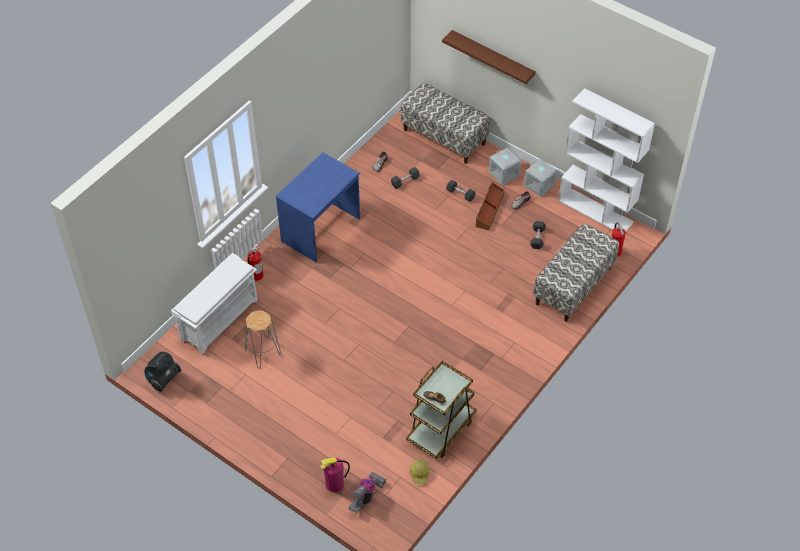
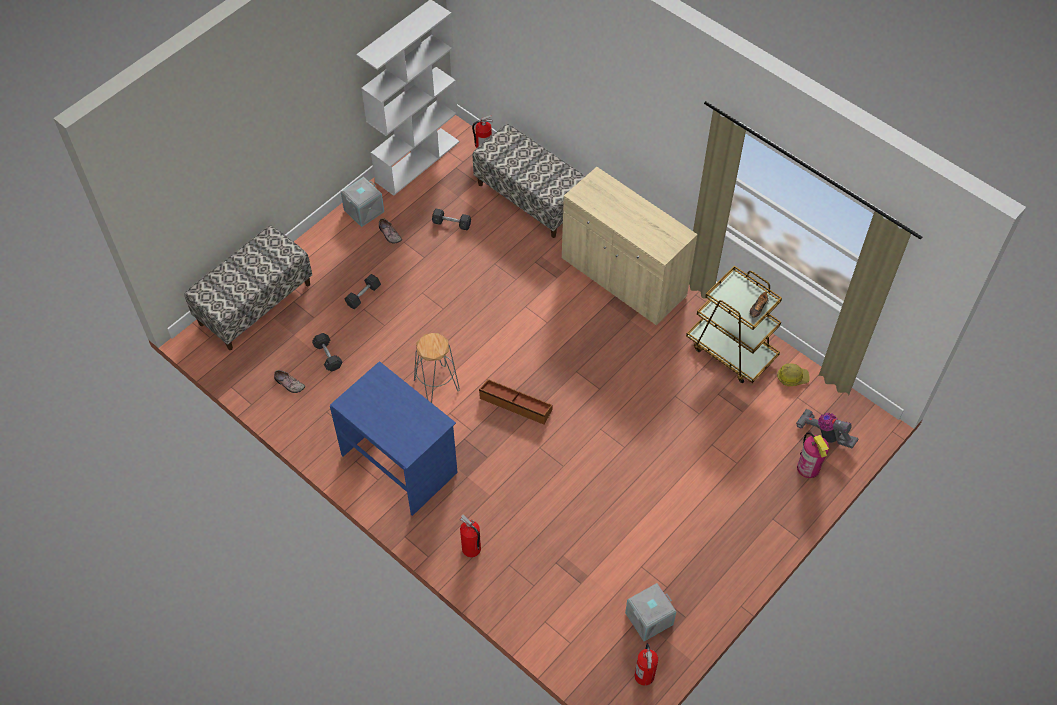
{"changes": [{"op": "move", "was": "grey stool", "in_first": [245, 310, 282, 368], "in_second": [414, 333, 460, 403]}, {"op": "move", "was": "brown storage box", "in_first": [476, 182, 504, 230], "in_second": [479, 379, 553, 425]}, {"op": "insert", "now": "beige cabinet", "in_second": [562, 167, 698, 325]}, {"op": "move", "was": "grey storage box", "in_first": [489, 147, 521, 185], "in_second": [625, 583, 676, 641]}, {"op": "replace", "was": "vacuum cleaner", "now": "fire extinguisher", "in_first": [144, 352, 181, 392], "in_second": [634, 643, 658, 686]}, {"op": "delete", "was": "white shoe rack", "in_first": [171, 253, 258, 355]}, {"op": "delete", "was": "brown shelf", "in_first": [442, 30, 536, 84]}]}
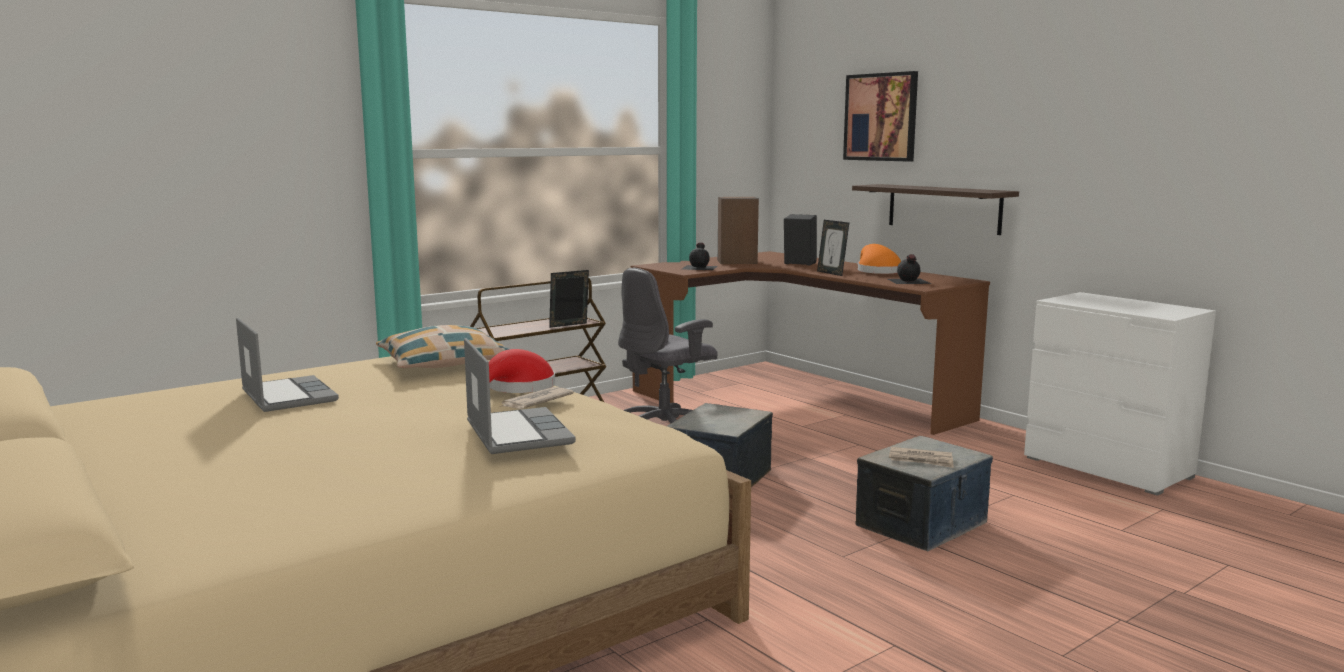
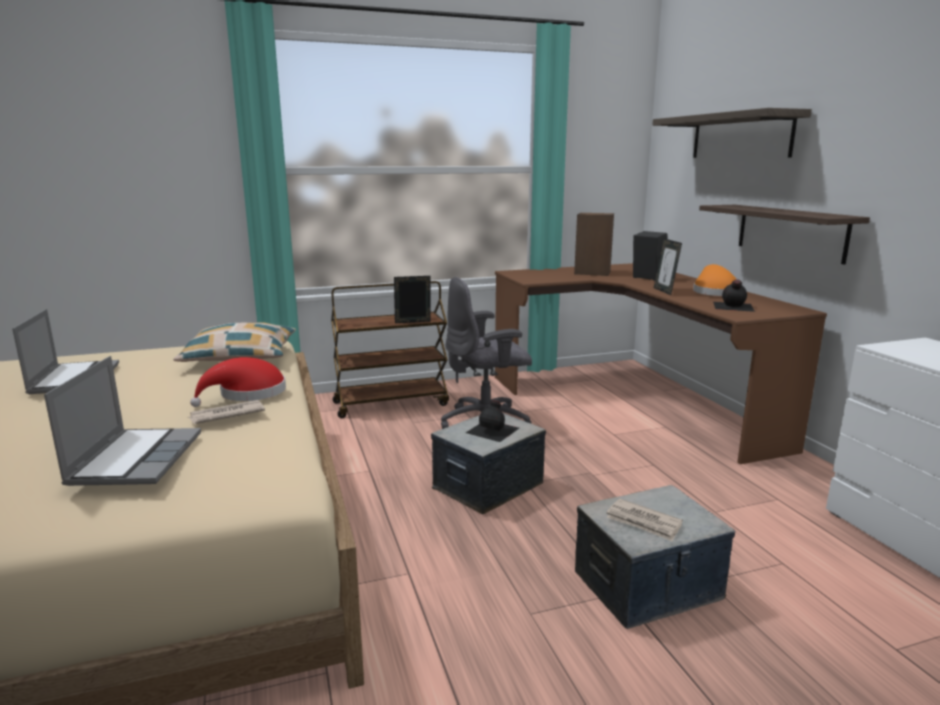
{"changes": [{"op": "move", "was": "black bottle", "in_first": [682, 242, 718, 270], "in_second": [466, 400, 519, 442]}, {"op": "replace", "was": "picture", "now": "shelf", "in_first": [843, 71, 918, 162], "in_second": [652, 108, 812, 158]}]}
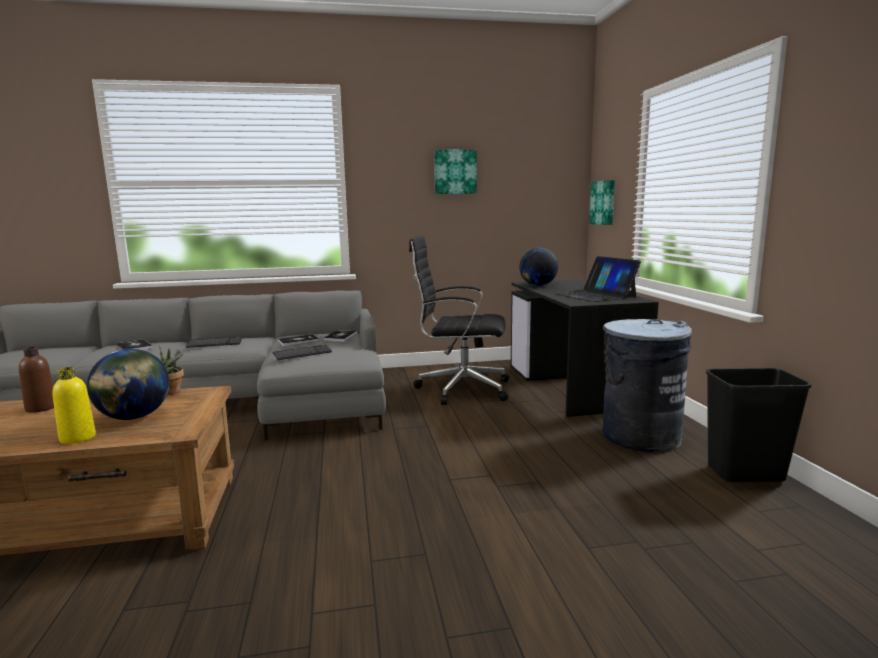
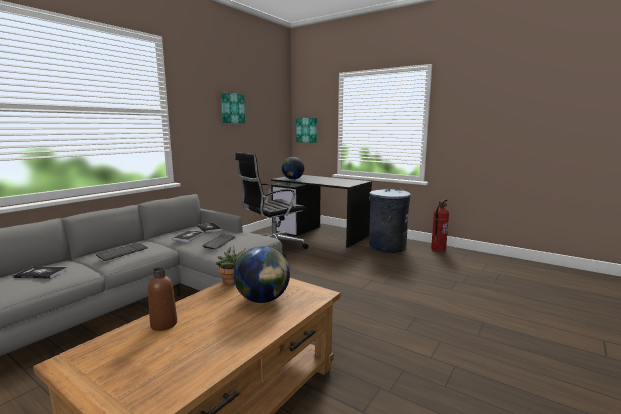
{"changes": [{"op": "replace", "was": "black trash can", "now": "fire extinguisher", "in_first": [706, 368, 812, 482], "in_second": [431, 199, 449, 252]}, {"op": "delete", "was": "yellow bottle", "in_first": [52, 367, 96, 444]}, {"op": "delete", "was": "laptop", "in_first": [554, 256, 641, 302]}]}
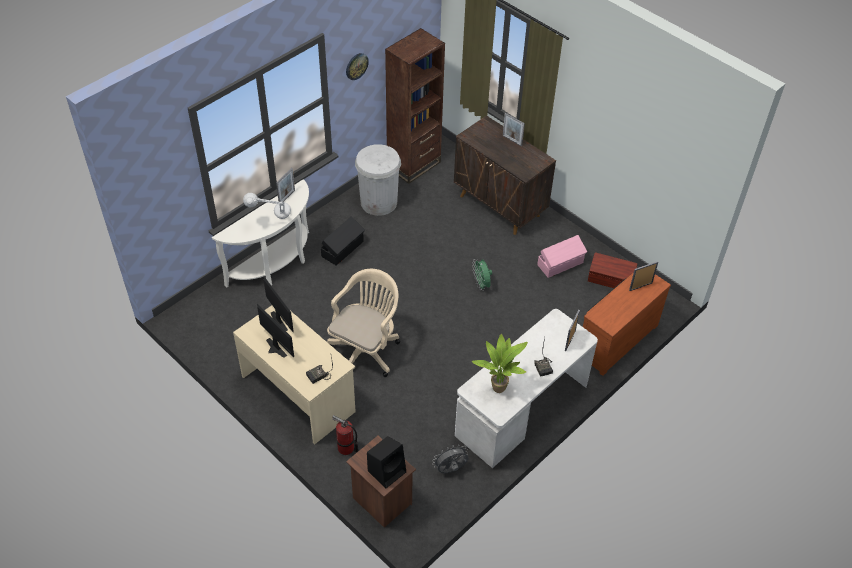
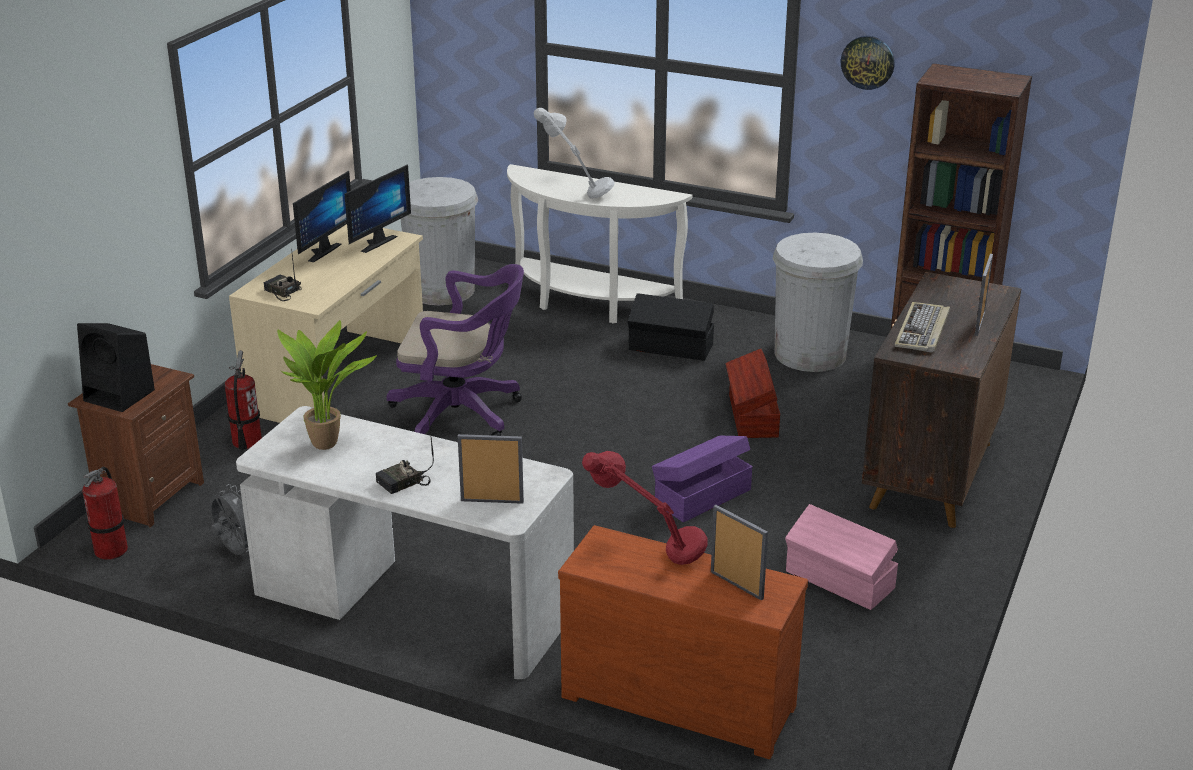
{"changes": [{"op": "insert", "now": "fire extinguisher", "in_second": [82, 467, 128, 560]}, {"op": "recolor", "was": "beige office chair", "now": "purple office chair", "in_first": [327, 269, 400, 377], "in_second": [387, 264, 524, 436]}, {"op": "insert", "now": "white trash can", "in_second": [401, 177, 478, 305]}, {"op": "insert", "now": "red table lamp", "in_second": [582, 451, 708, 565]}, {"op": "replace", "was": "green fan", "now": "purple storage box", "in_first": [472, 259, 492, 291], "in_second": [652, 436, 752, 522]}, {"op": "move", "was": "brown storage box", "in_first": [588, 252, 638, 288], "in_second": [726, 349, 780, 438]}, {"op": "insert", "now": "keyboard", "in_second": [894, 302, 950, 353]}, {"op": "delete", "was": "picture frame", "in_first": [276, 168, 295, 202]}]}
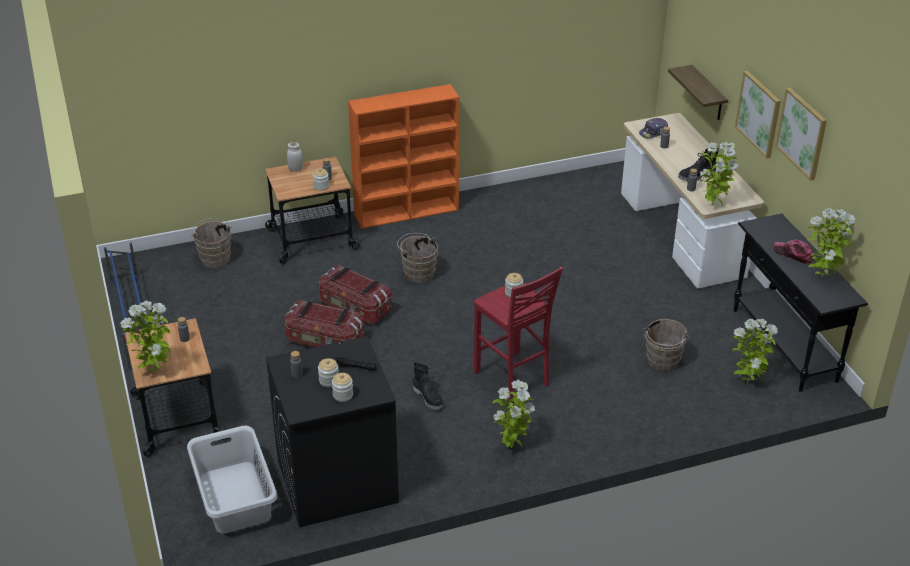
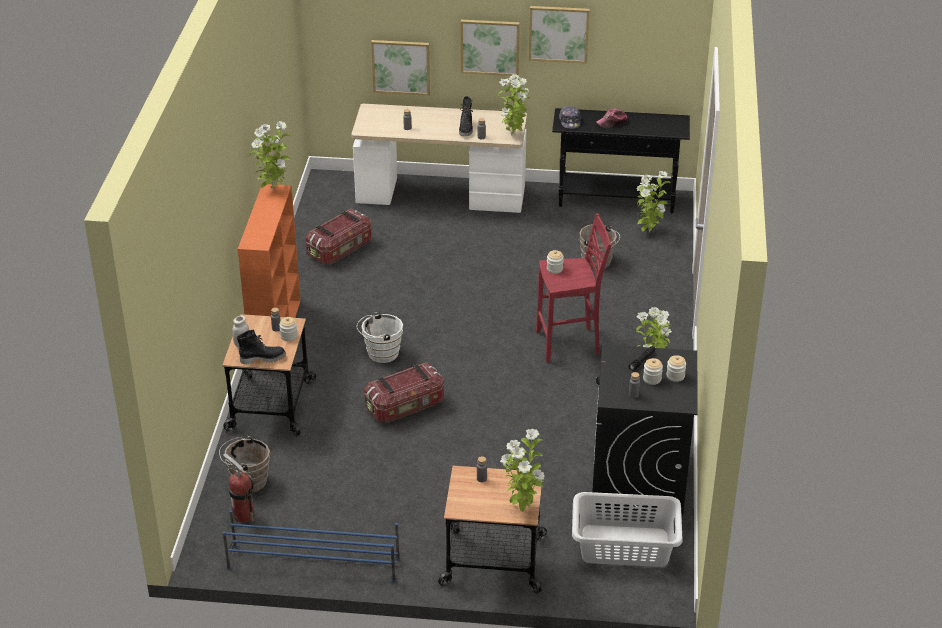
{"changes": [{"op": "insert", "now": "fire extinguisher", "in_second": [223, 453, 254, 522]}, {"op": "move", "was": "black boot", "in_first": [413, 362, 443, 410], "in_second": [237, 330, 286, 364]}, {"op": "move", "was": "potted plant", "in_first": [807, 208, 856, 279], "in_second": [250, 121, 291, 190]}, {"op": "move", "was": "storage box", "in_first": [284, 300, 365, 347], "in_second": [306, 208, 372, 265]}, {"op": "recolor", "was": "brown bucket", "now": "white bucket", "in_first": [397, 233, 438, 283], "in_second": [357, 313, 403, 363]}, {"op": "replace", "was": "shelf", "now": "picture", "in_first": [668, 65, 728, 120], "in_second": [371, 40, 430, 96]}, {"op": "move", "was": "cap", "in_first": [639, 118, 668, 139], "in_second": [559, 106, 581, 129]}]}
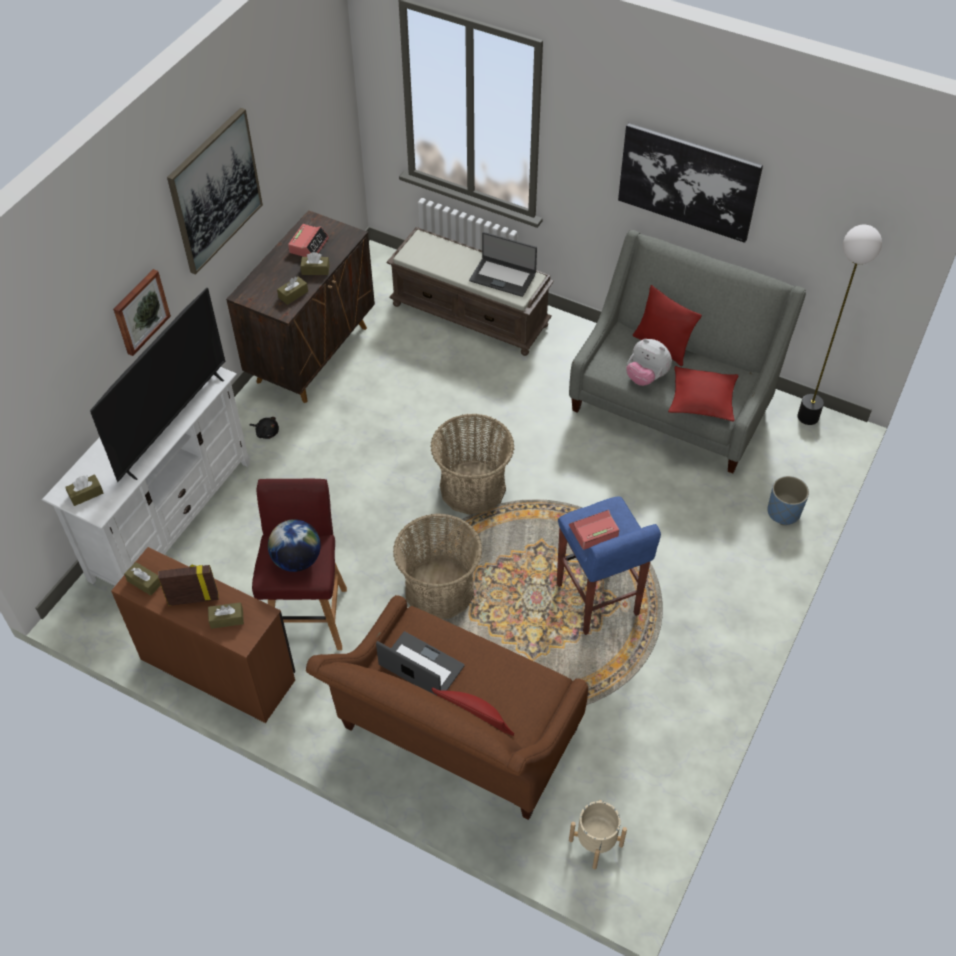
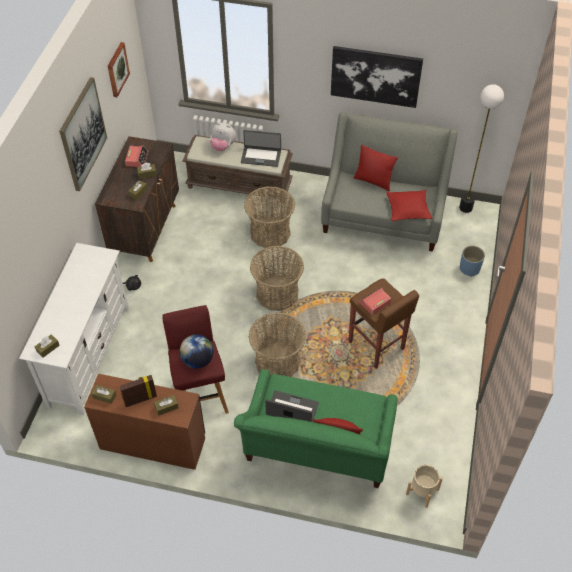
{"changes": [{"op": "move", "was": "picture", "in_first": [113, 269, 171, 356], "in_second": [108, 42, 130, 97]}, {"op": "move", "was": "plush toy", "in_first": [626, 339, 672, 386], "in_second": [210, 123, 236, 151]}, {"op": "recolor", "was": "brown sofa", "now": "green sofa", "in_first": [306, 595, 588, 820], "in_second": [234, 369, 398, 488]}, {"op": "insert", "now": "basket", "in_second": [244, 186, 295, 248]}, {"op": "recolor", "was": "blue stool", "now": "brown stool", "in_first": [557, 496, 661, 635], "in_second": [349, 278, 419, 369]}, {"op": "delete", "was": "television", "in_first": [90, 288, 225, 483]}]}
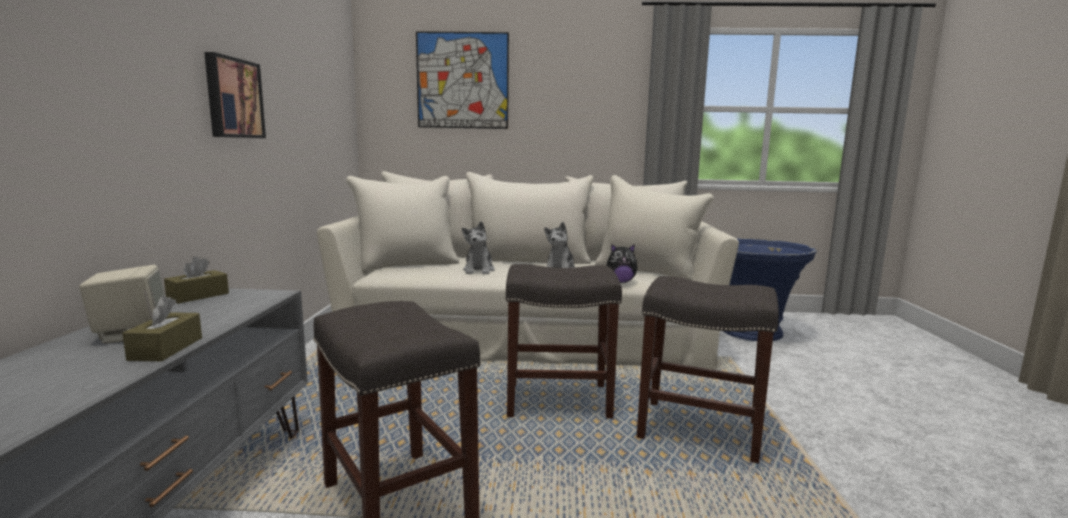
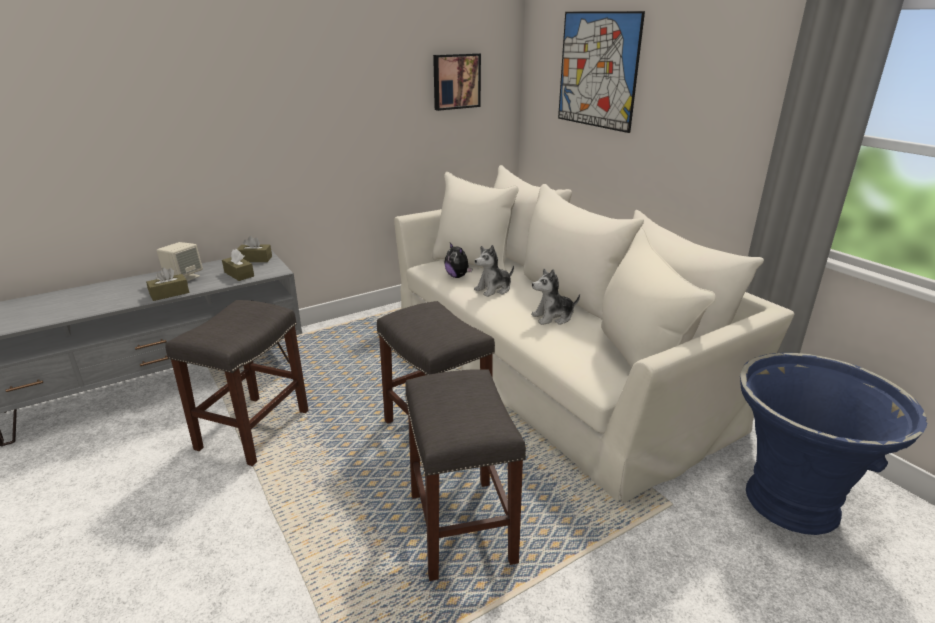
{"changes": [{"op": "insert", "now": "brown tissue box", "in_second": [222, 249, 254, 281]}, {"op": "move", "was": "picture", "in_first": [204, 52, 266, 138], "in_second": [433, 53, 481, 111]}, {"op": "move", "was": "plush toy", "in_first": [607, 244, 638, 283], "in_second": [444, 243, 472, 278]}]}
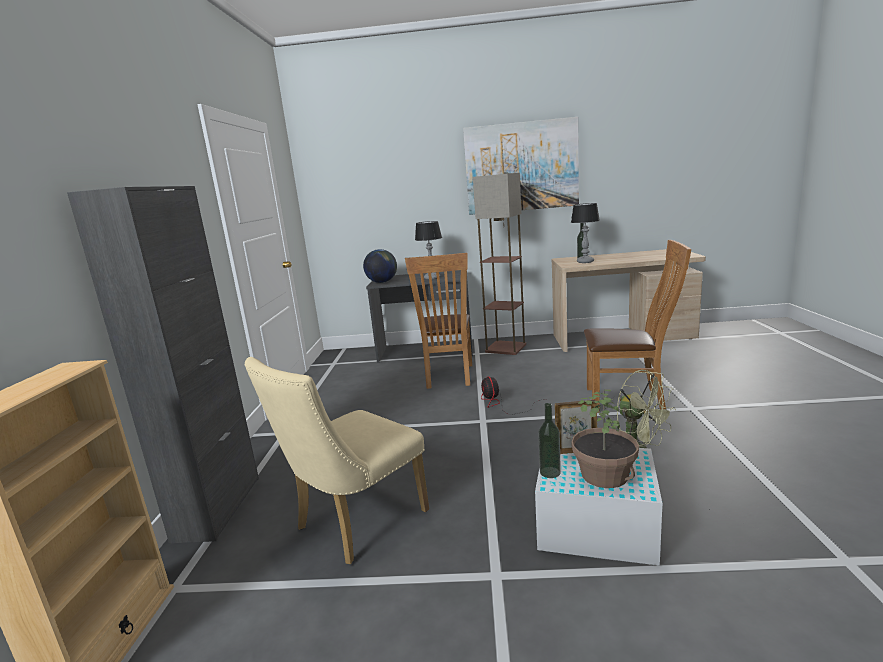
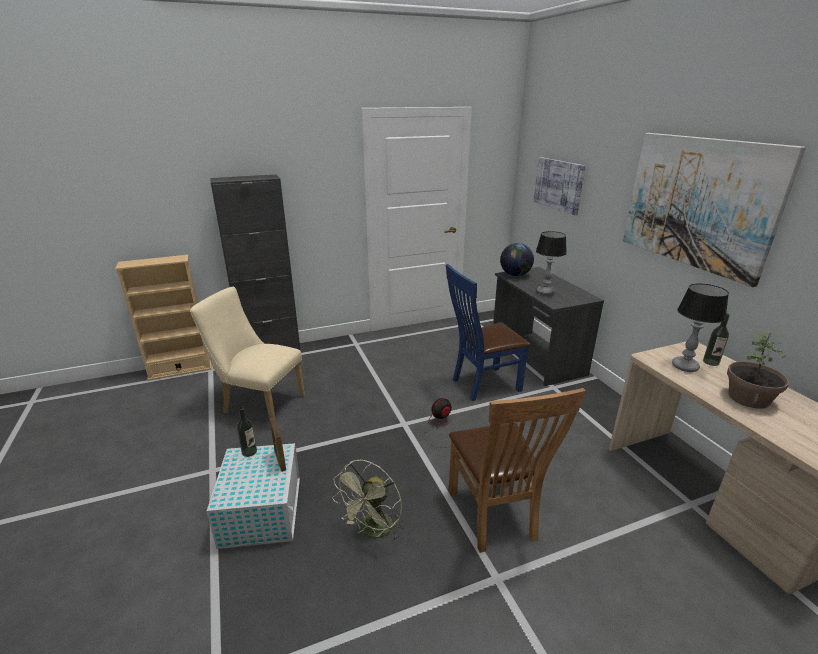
{"changes": [{"op": "recolor", "was": "brown chair", "now": "blue chair", "in_first": [405, 253, 472, 389], "in_second": [446, 264, 530, 401]}, {"op": "insert", "now": "picture", "in_second": [534, 157, 585, 215]}, {"op": "move", "was": "potted plant", "in_first": [572, 389, 639, 488], "in_second": [727, 332, 789, 409]}, {"op": "delete", "was": "floor lamp", "in_first": [473, 173, 526, 355]}]}
